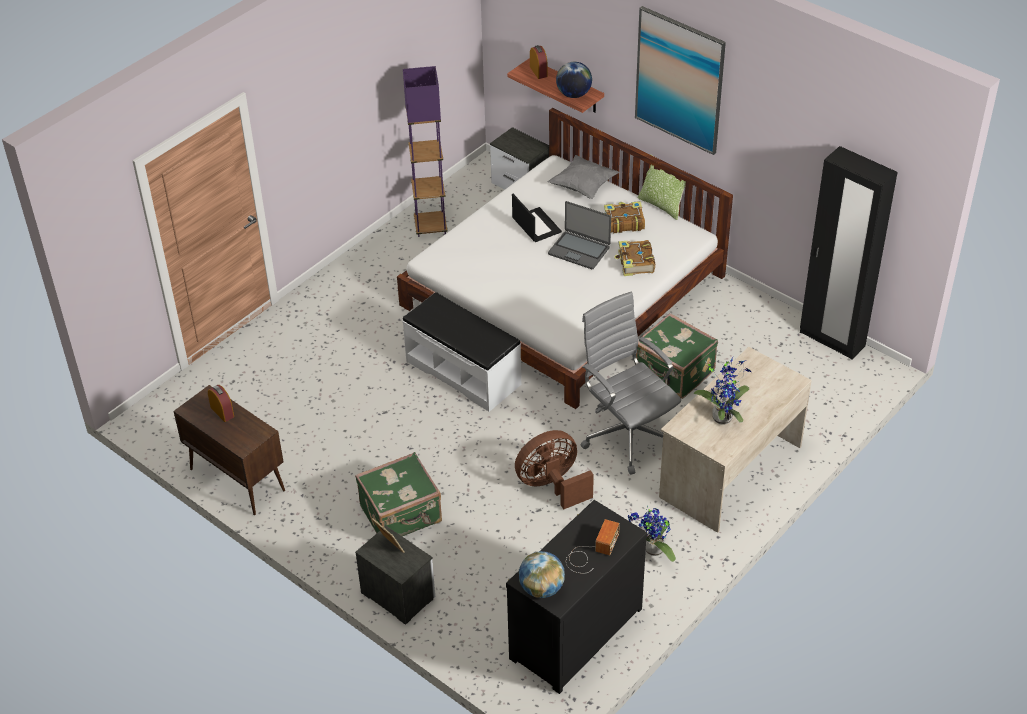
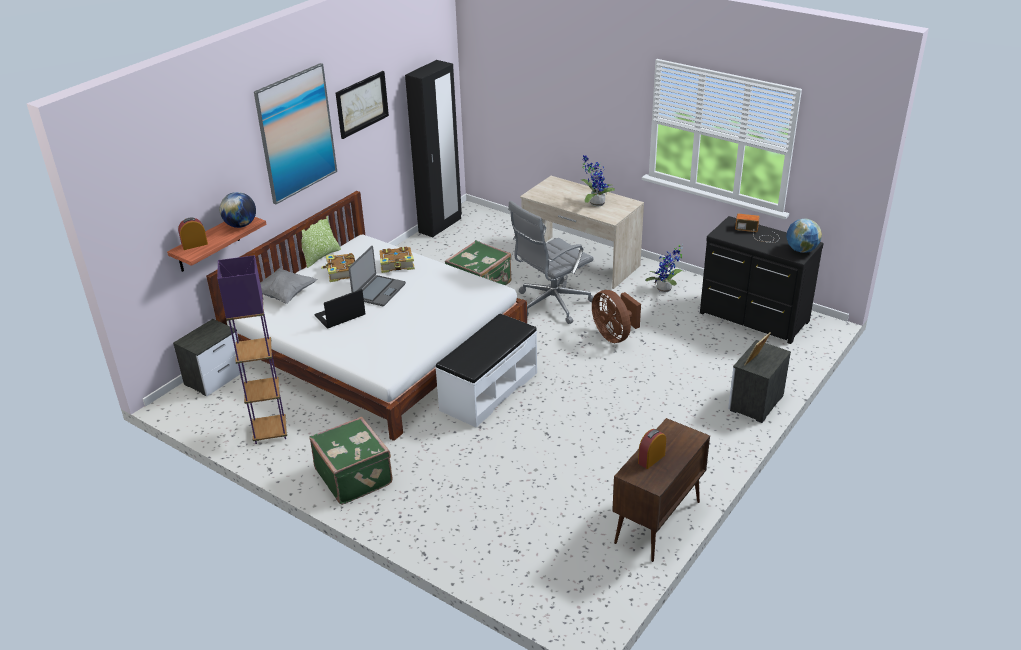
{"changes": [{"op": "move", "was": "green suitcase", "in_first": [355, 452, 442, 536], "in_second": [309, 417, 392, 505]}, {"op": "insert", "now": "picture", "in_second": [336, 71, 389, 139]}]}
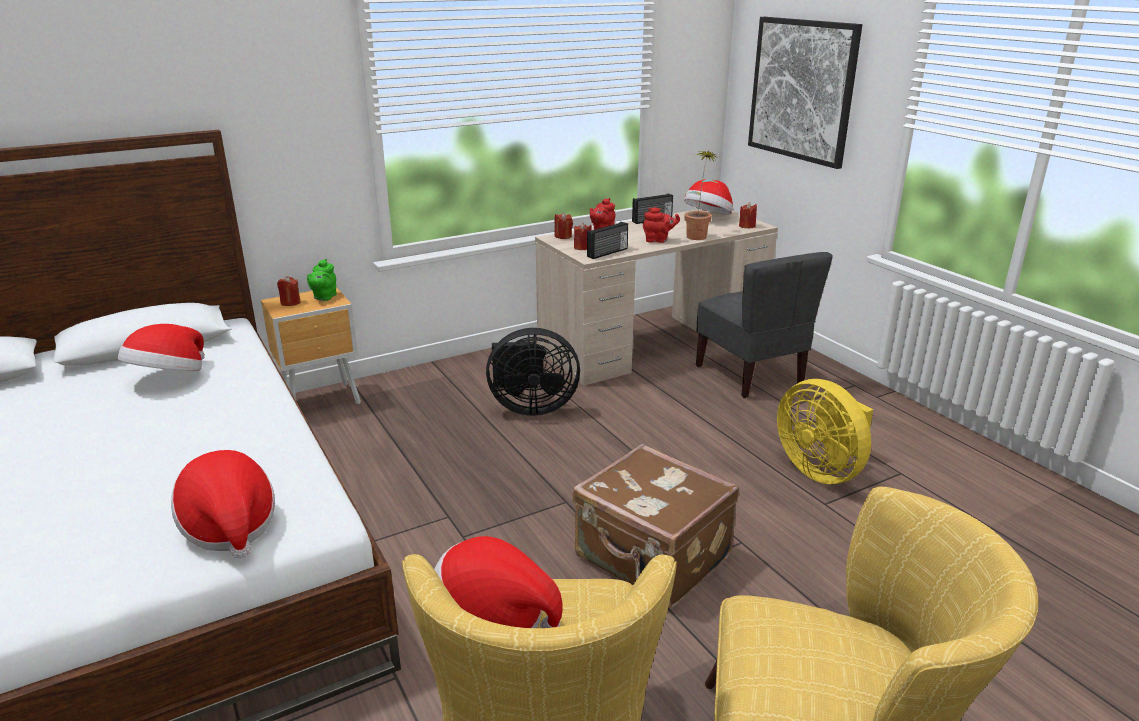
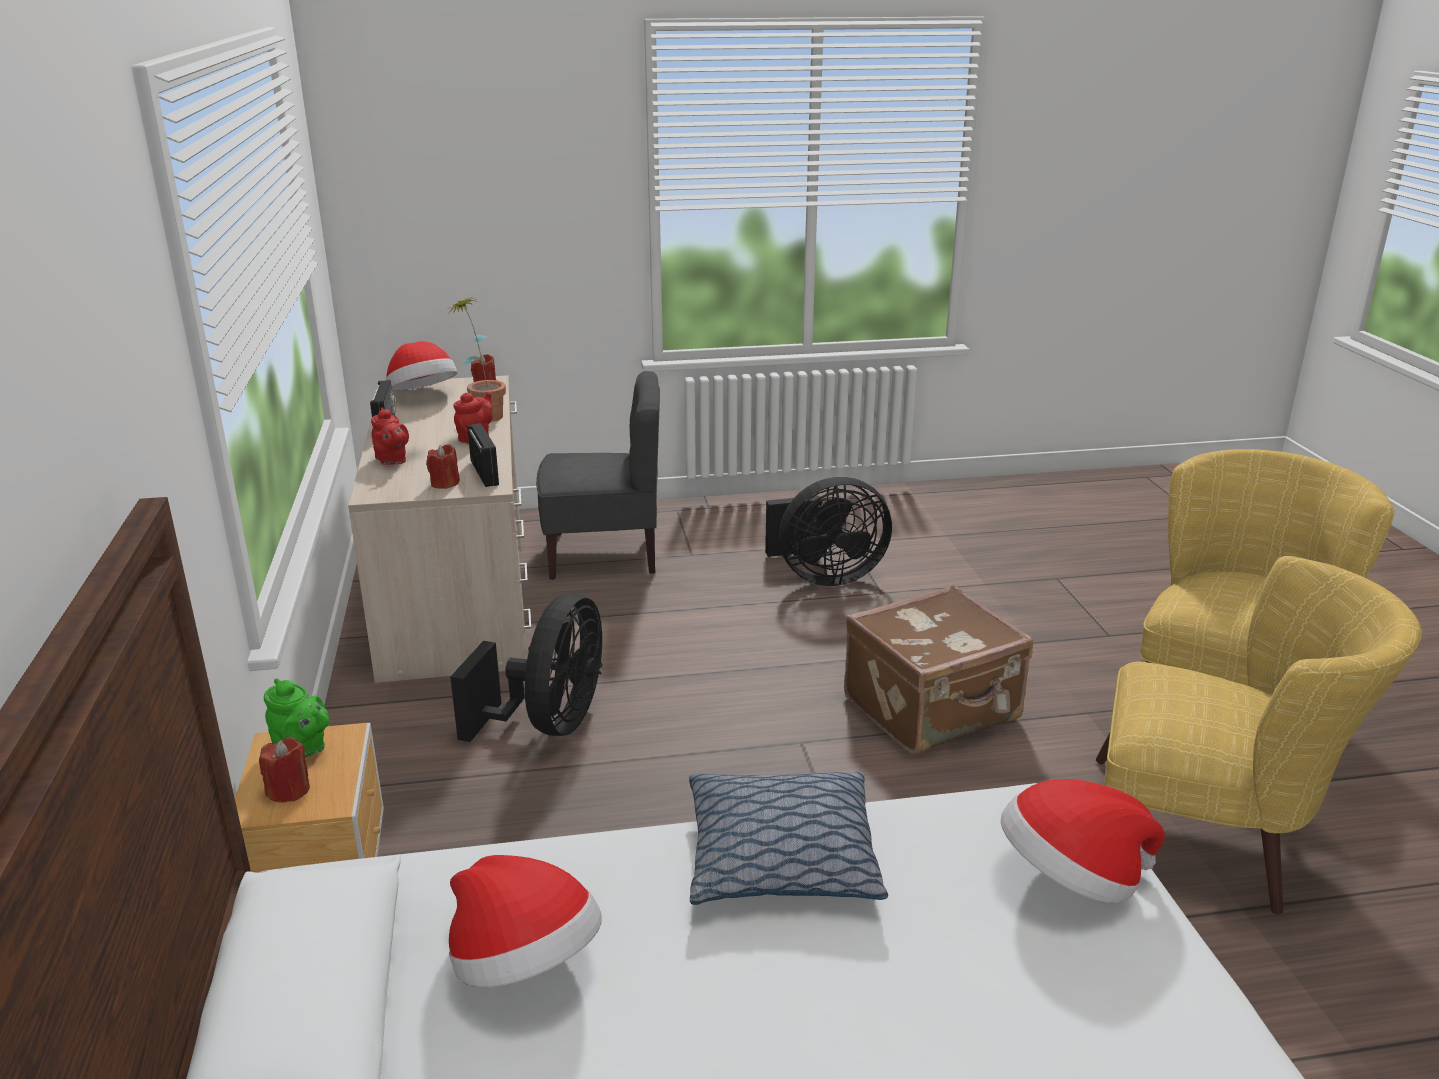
{"changes": [{"op": "insert", "now": "pillow", "in_second": [689, 772, 888, 905]}, {"op": "recolor", "was": "yellow fan", "now": "black fan", "in_first": [777, 379, 874, 484], "in_second": [765, 477, 892, 586]}, {"op": "delete", "was": "hat", "in_first": [434, 536, 563, 628]}, {"op": "delete", "was": "red candle", "in_first": [554, 212, 573, 239]}, {"op": "delete", "was": "picture", "in_first": [748, 17, 862, 169]}]}
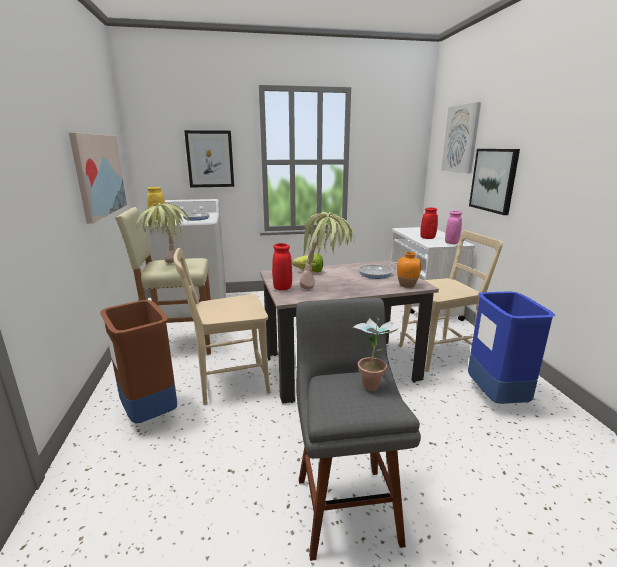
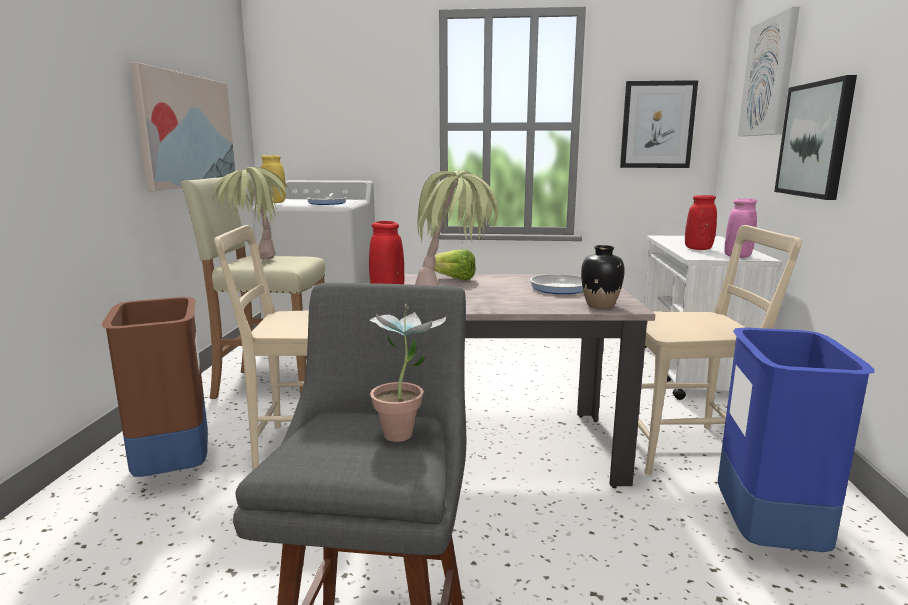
{"changes": [{"op": "recolor", "was": "orange vase", "now": "black vase", "in_first": [397, 252, 421, 288], "in_second": [581, 245, 625, 309]}, {"op": "move", "was": "picture", "in_first": [184, 130, 234, 188], "in_second": [620, 80, 698, 168]}]}
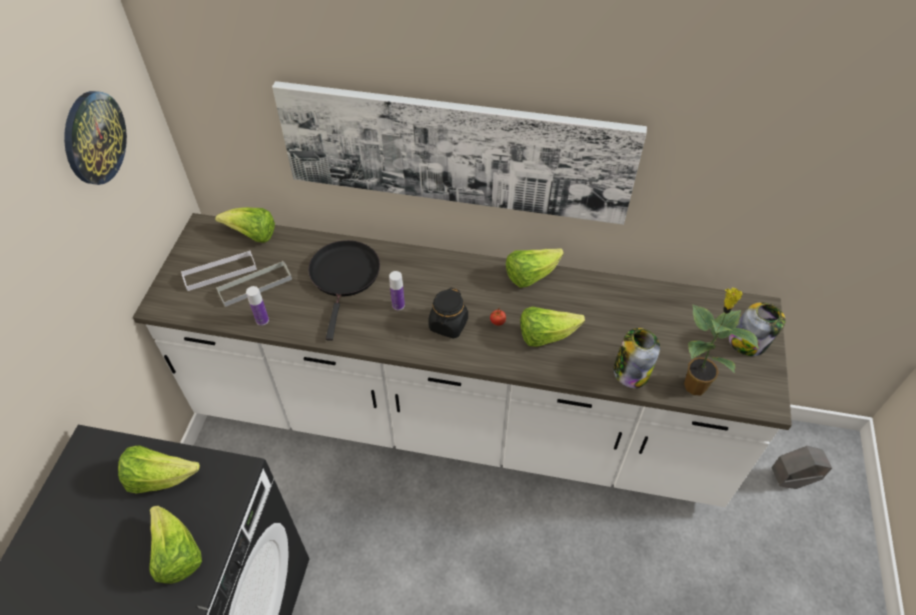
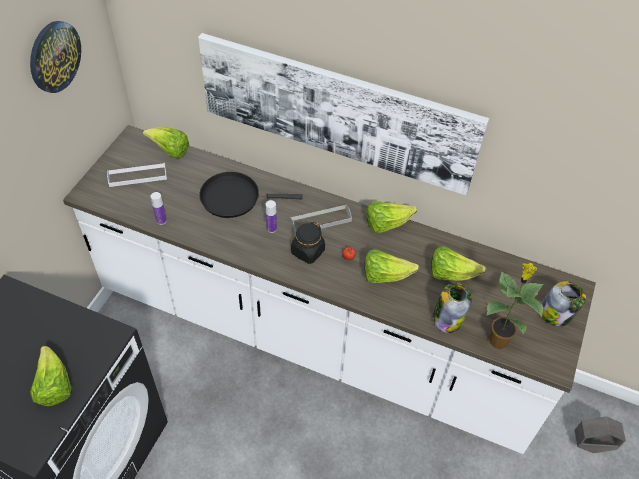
{"changes": [{"op": "rotate", "was": "black frying pan", "in_first": [308, 240, 380, 341], "in_second": [199, 172, 303, 218], "clockwise": -105}, {"op": "move", "was": "grey tray", "in_first": [216, 261, 292, 307], "in_second": [290, 204, 352, 235]}, {"op": "move", "was": "lettuce", "in_first": [118, 445, 200, 493], "in_second": [431, 246, 486, 281]}]}
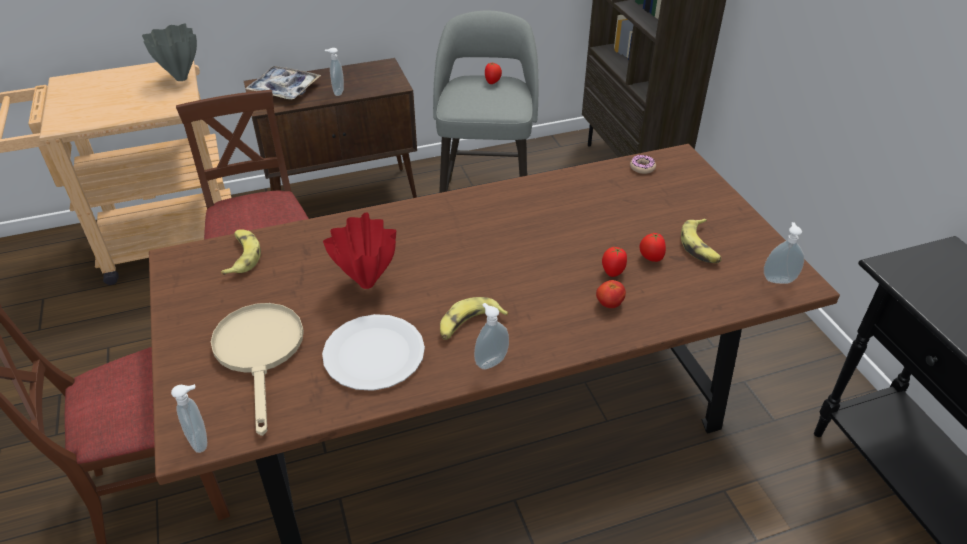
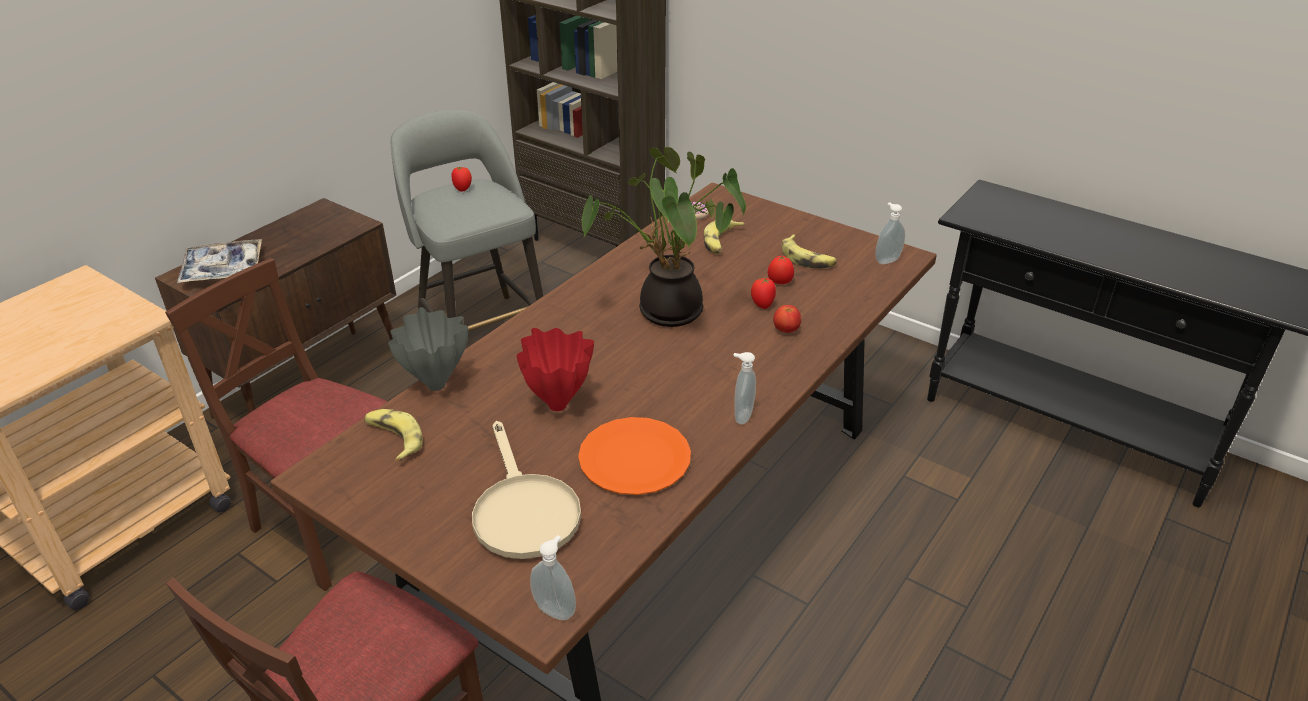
{"changes": [{"op": "move", "was": "grey vase", "in_first": [142, 24, 197, 81], "in_second": [388, 307, 468, 391]}, {"op": "rotate", "was": "beige frying pan", "in_first": [211, 303, 304, 436], "in_second": [472, 421, 581, 559], "clockwise": -150}, {"op": "recolor", "was": "white plate", "now": "orange plate", "in_first": [322, 314, 425, 391], "in_second": [578, 417, 691, 495]}, {"op": "insert", "now": "potted plant", "in_second": [582, 147, 746, 327]}, {"op": "move", "was": "banana", "in_first": [440, 297, 508, 340], "in_second": [704, 220, 745, 254]}, {"op": "delete", "was": "soap dispenser", "in_first": [325, 48, 344, 96]}]}
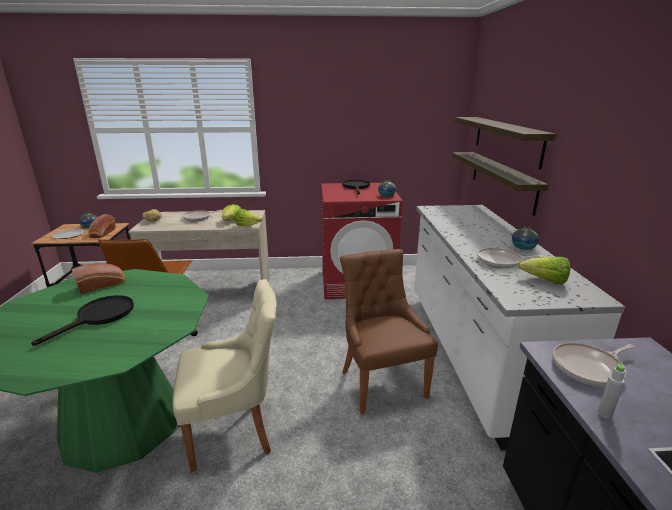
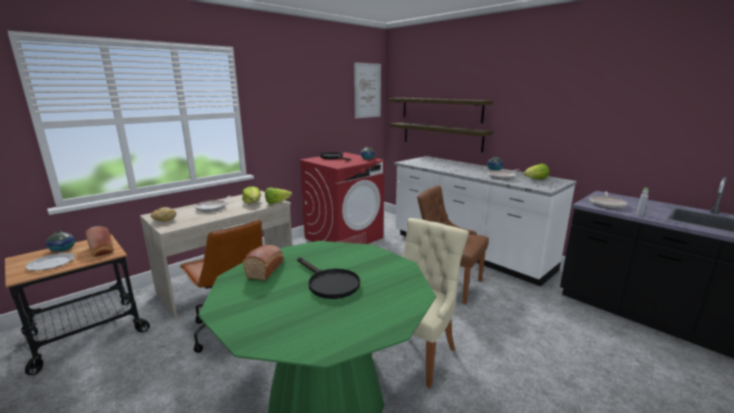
{"changes": [{"op": "rotate", "was": "black frying pan", "in_first": [31, 295, 134, 346], "in_second": [297, 257, 360, 299], "clockwise": 150}, {"op": "insert", "now": "picture", "in_second": [354, 62, 381, 118]}]}
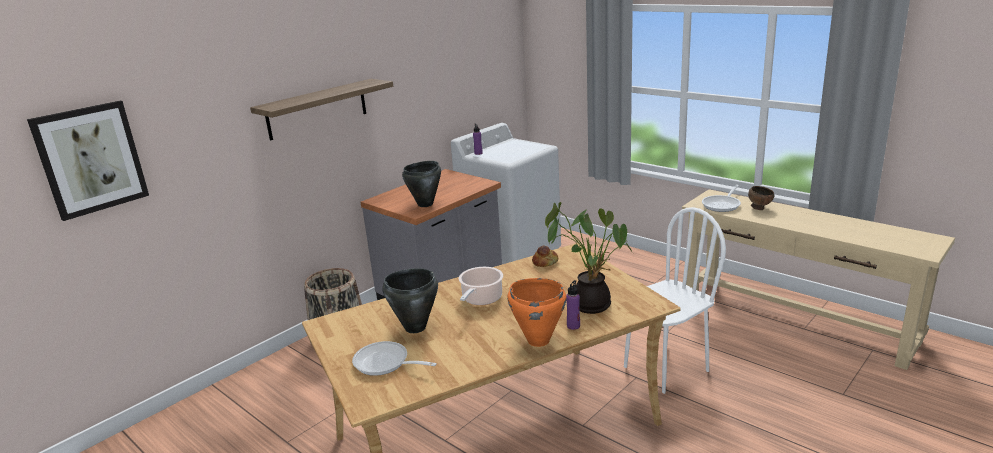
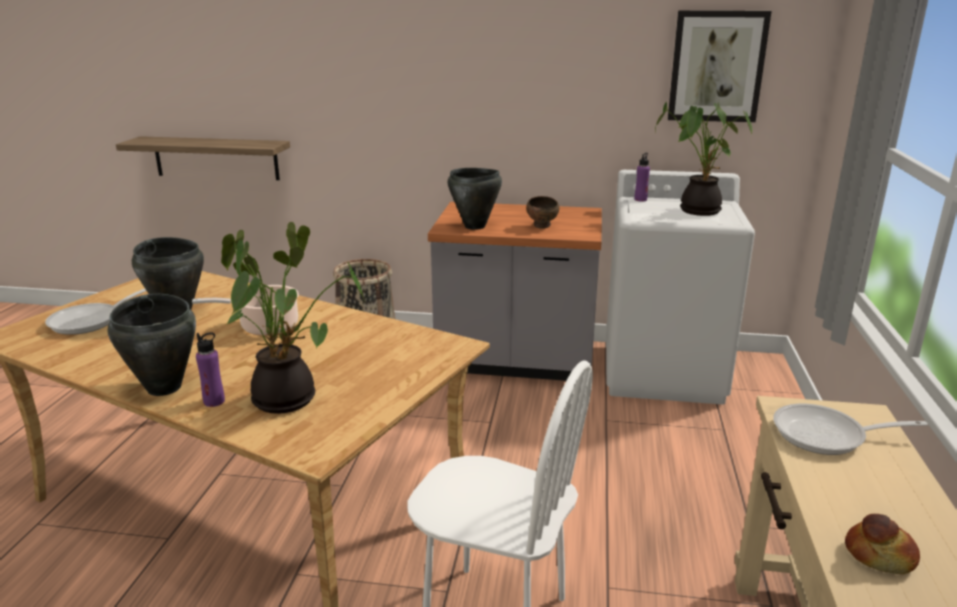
{"changes": [{"op": "rotate", "was": "frying pan", "in_first": [352, 341, 437, 376], "in_second": [45, 289, 146, 335], "clockwise": -135}, {"op": "recolor", "was": "orange cooking pot", "now": "black cooking pot", "in_first": [507, 278, 567, 347], "in_second": [107, 294, 196, 396]}, {"op": "move", "was": "shelf", "in_first": [250, 79, 393, 141], "in_second": [116, 136, 290, 180]}, {"op": "move", "was": "brown bowl", "in_first": [748, 186, 774, 210], "in_second": [526, 196, 559, 229]}, {"op": "insert", "now": "potted plant", "in_second": [655, 101, 752, 216]}, {"op": "move", "was": "picture", "in_first": [27, 101, 149, 221], "in_second": [668, 10, 772, 122]}, {"op": "move", "was": "bread", "in_first": [532, 245, 558, 267], "in_second": [845, 514, 920, 574]}]}
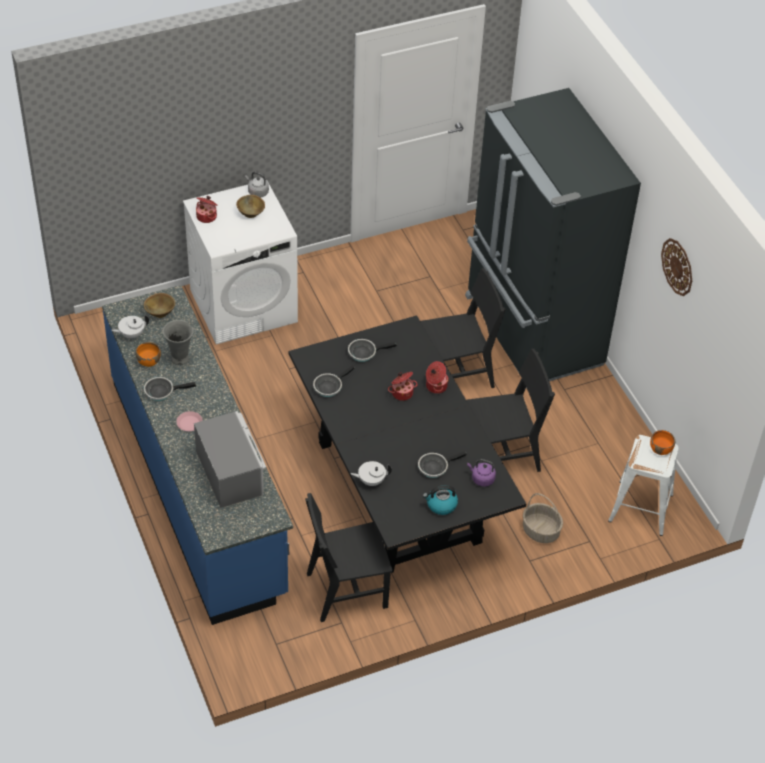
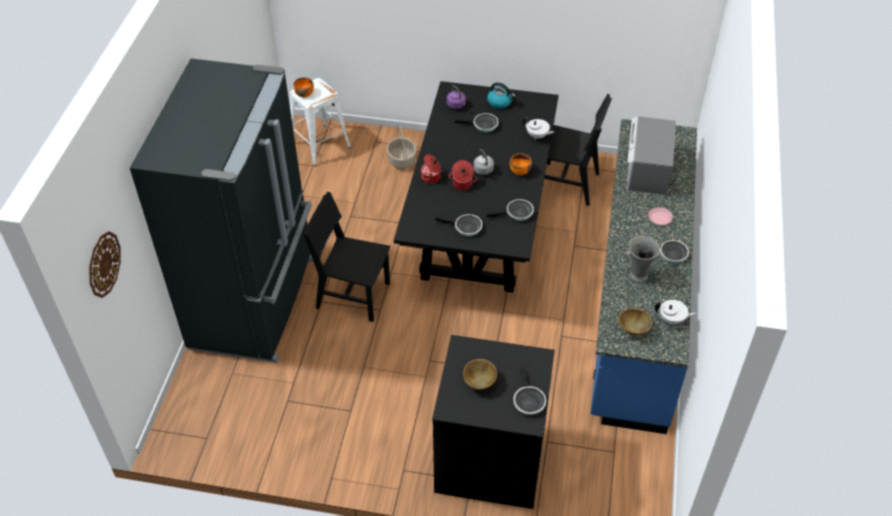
{"changes": [{"op": "move", "was": "wall clock", "in_first": [661, 238, 692, 296], "in_second": [89, 231, 121, 298]}, {"op": "recolor", "was": "white washing machine", "now": "black washing machine", "in_first": [183, 180, 298, 344], "in_second": [432, 335, 555, 509]}, {"op": "move", "was": "grey kettle", "in_first": [245, 172, 269, 198], "in_second": [474, 149, 494, 175]}, {"op": "move", "was": "orange bowl", "in_first": [136, 342, 161, 367], "in_second": [510, 153, 532, 176]}, {"op": "replace", "was": "cooking pot", "now": "frying pan", "in_first": [196, 196, 218, 223], "in_second": [513, 367, 546, 415]}, {"op": "delete", "was": "black chair", "in_first": [466, 349, 555, 472]}]}
